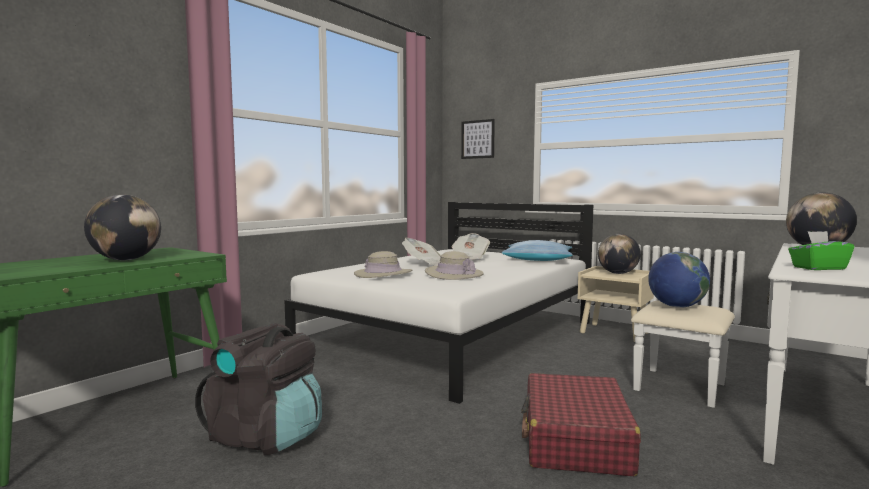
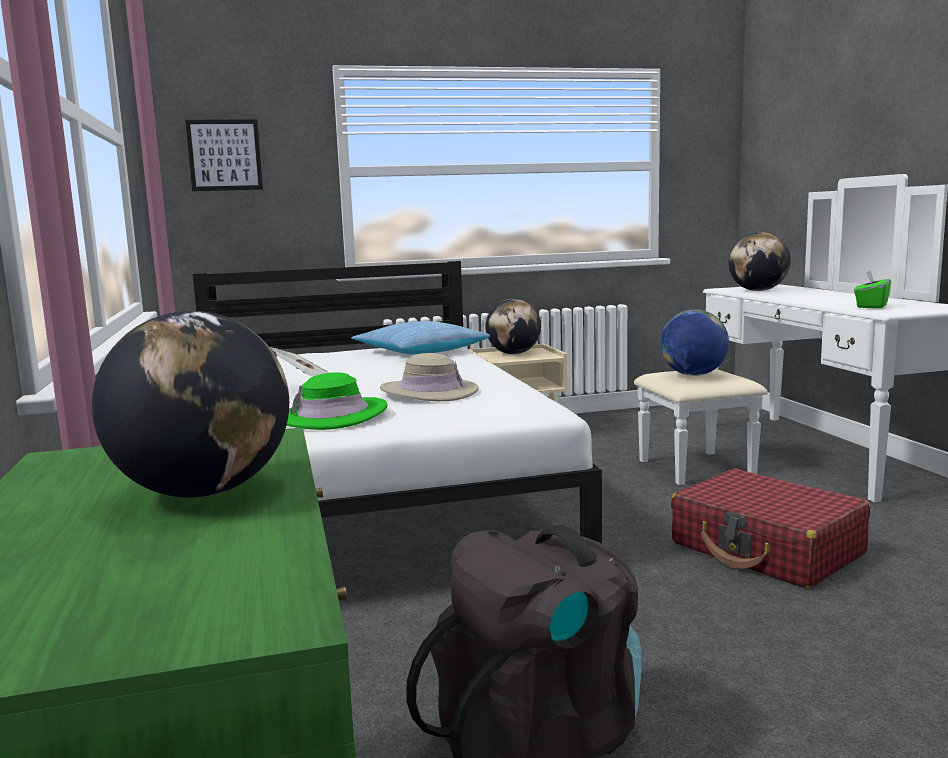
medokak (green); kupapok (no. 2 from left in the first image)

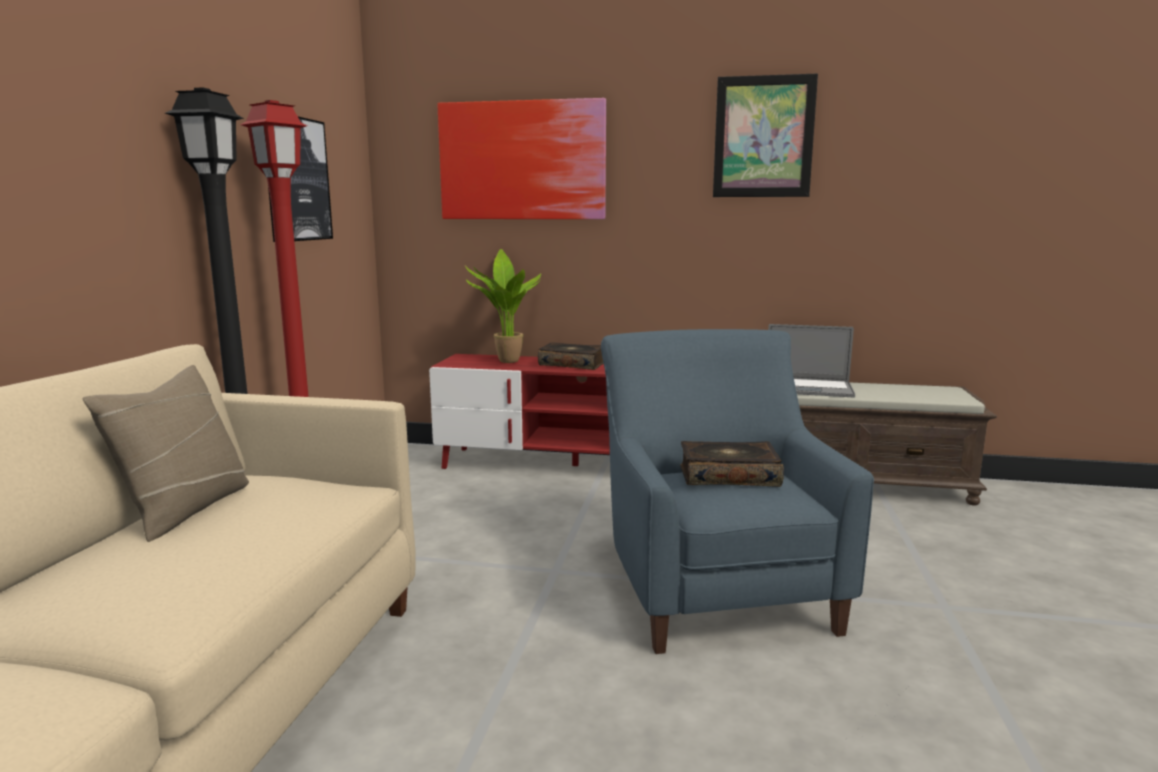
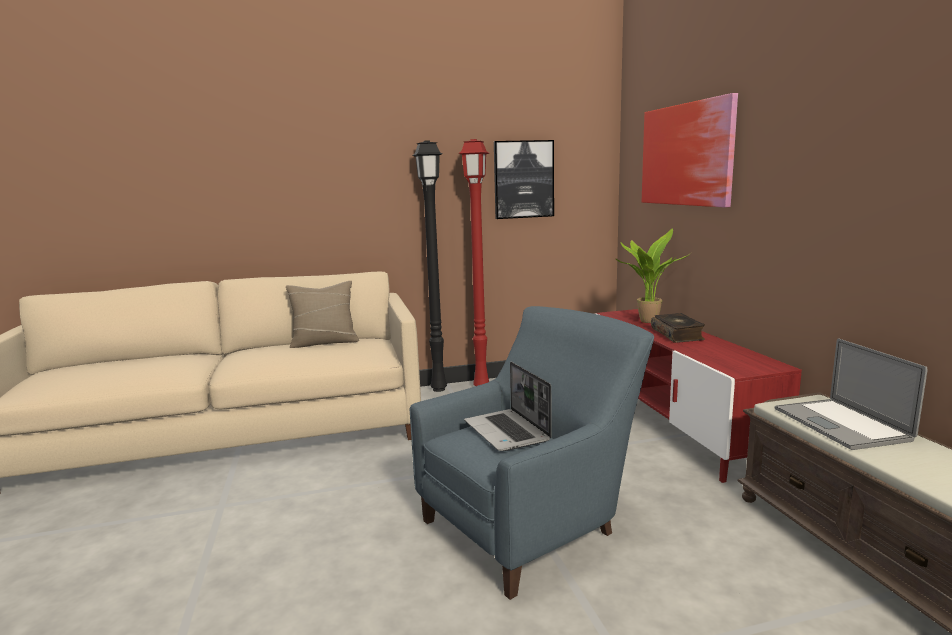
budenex (no. 1 from left); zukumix (no. 3 from left in the first image)

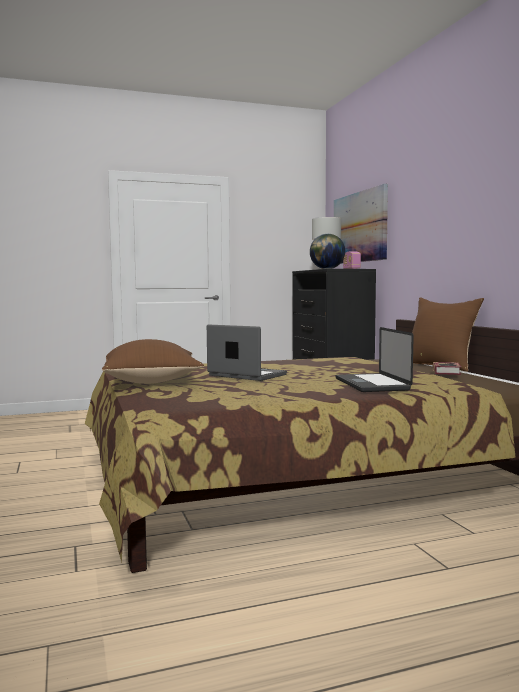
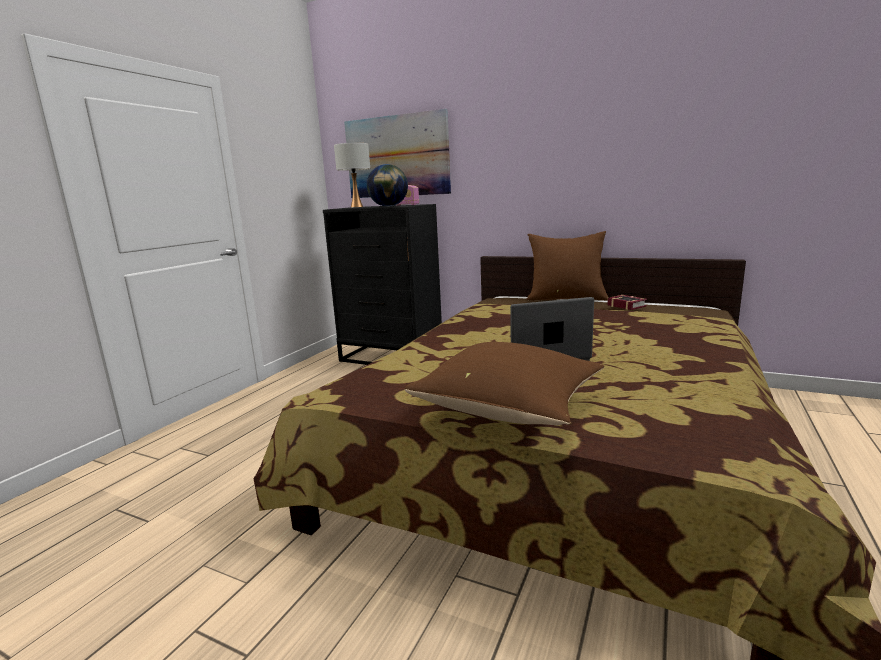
budenex (no. 2 from left in the first image)

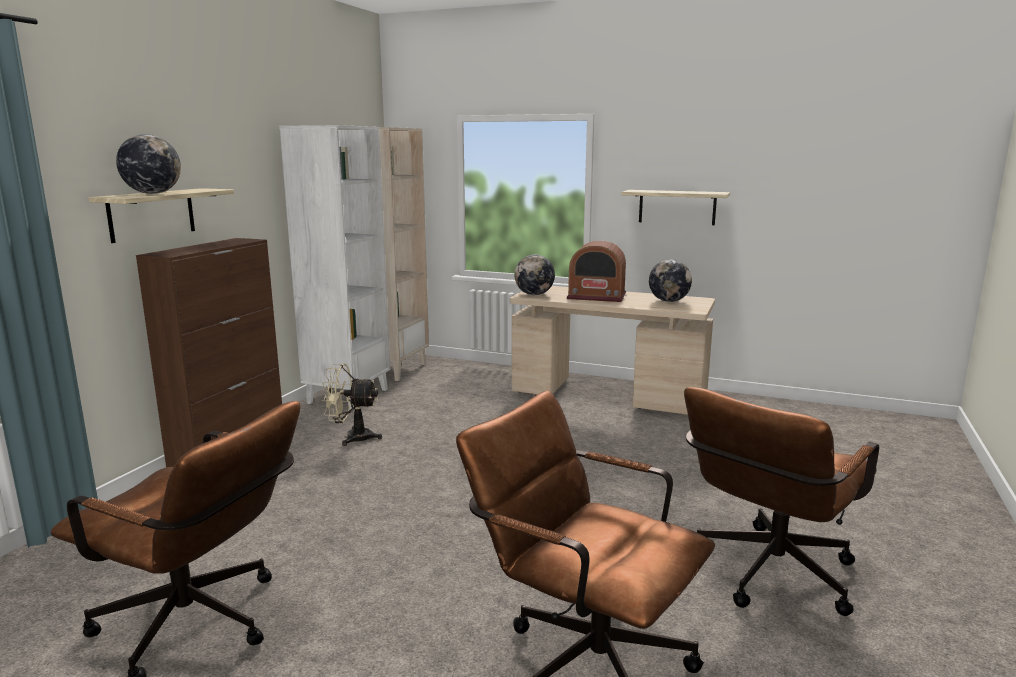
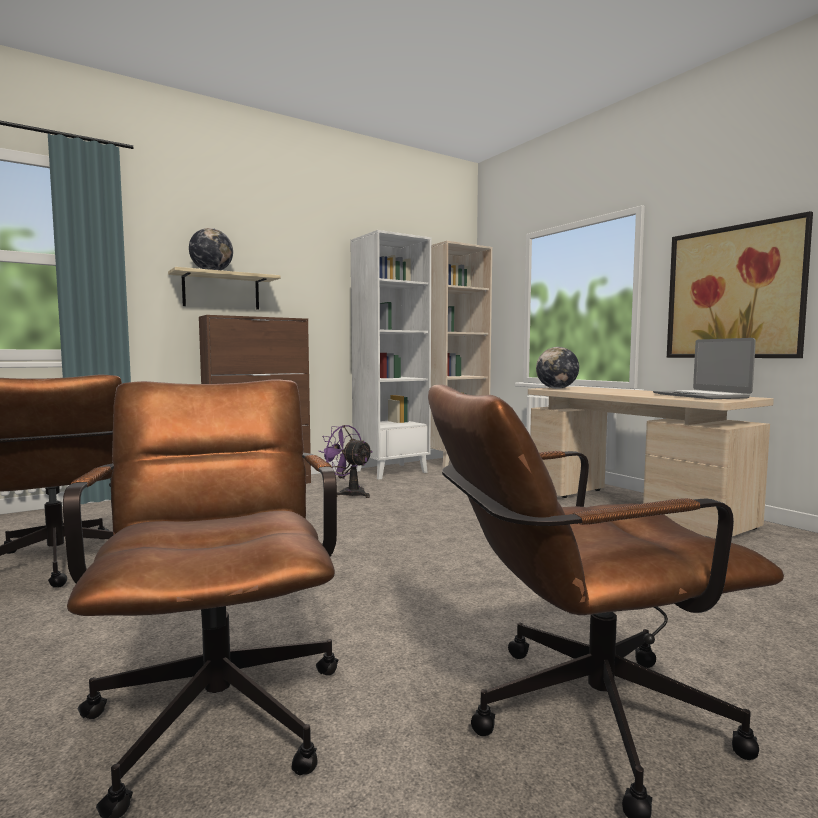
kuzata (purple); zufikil; zukumix; budenex

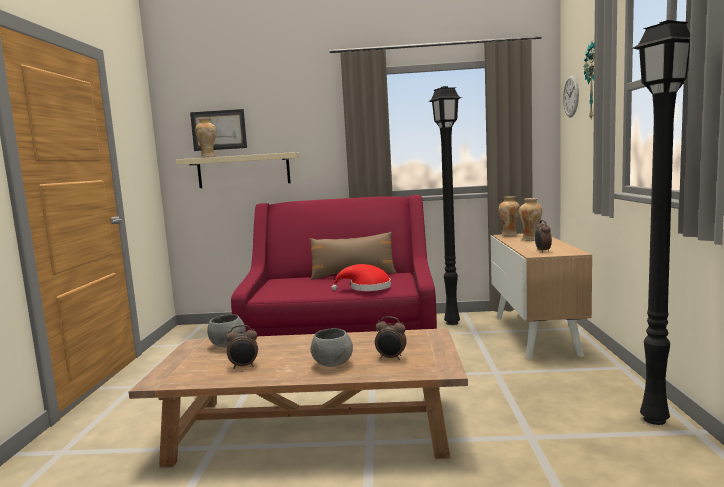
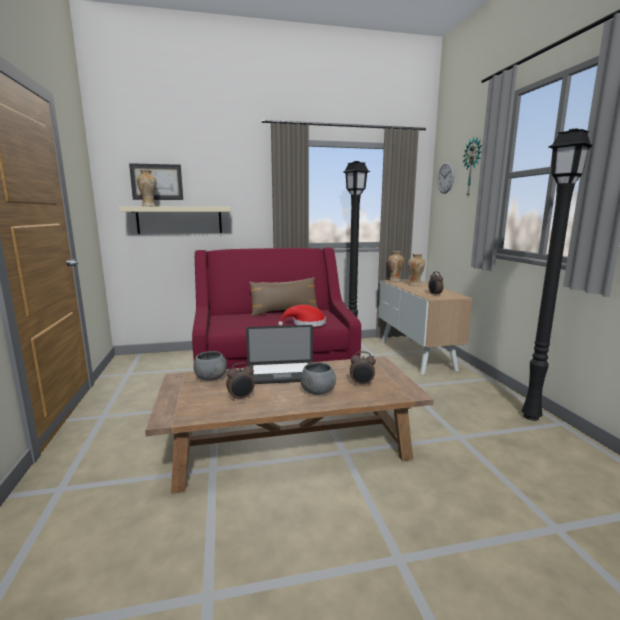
budenex

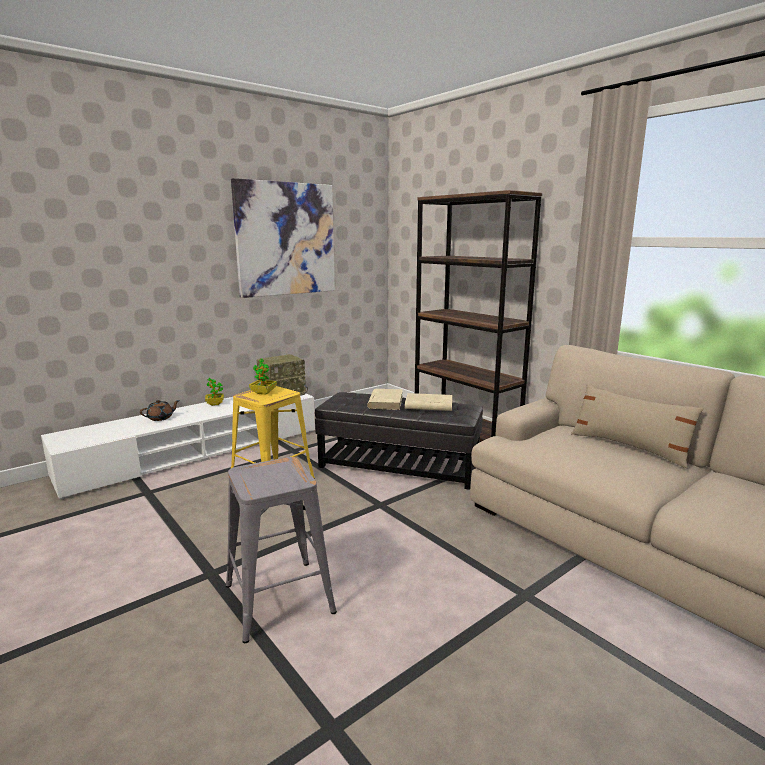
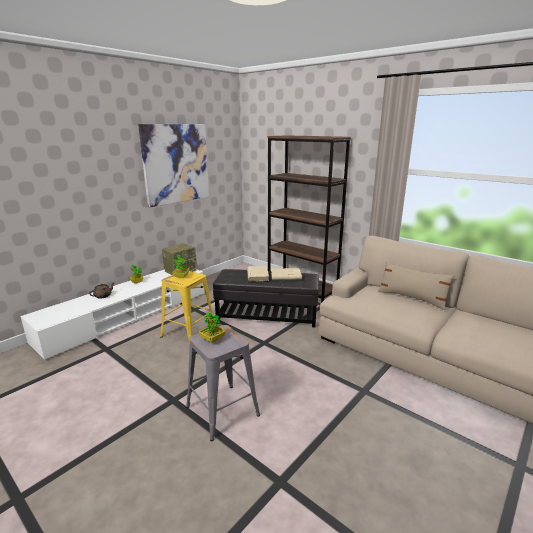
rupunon (no. 3 from left)

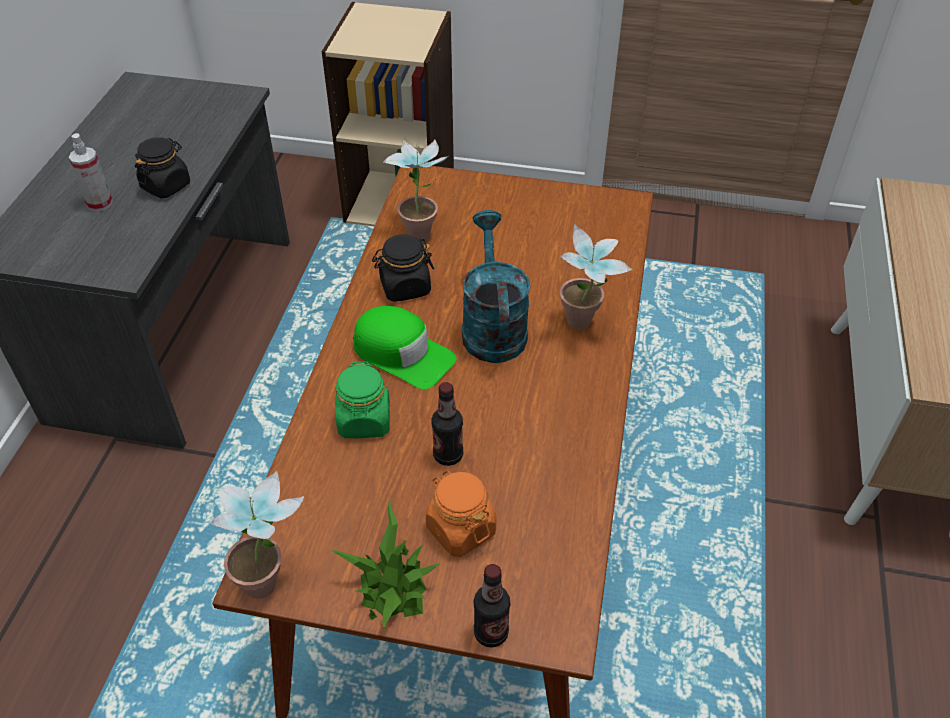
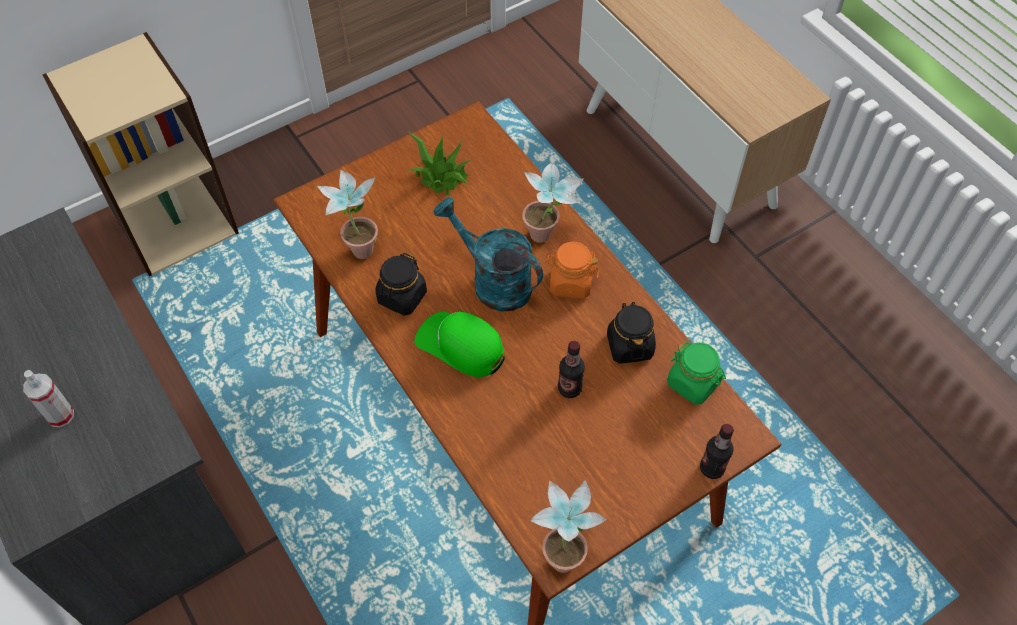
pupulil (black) (no. 2 from left); rupunon (no. 2 from left); pupulil (green); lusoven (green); pupulil (orange)

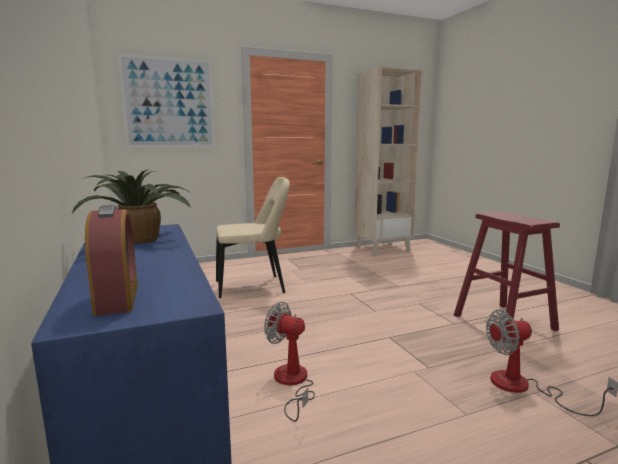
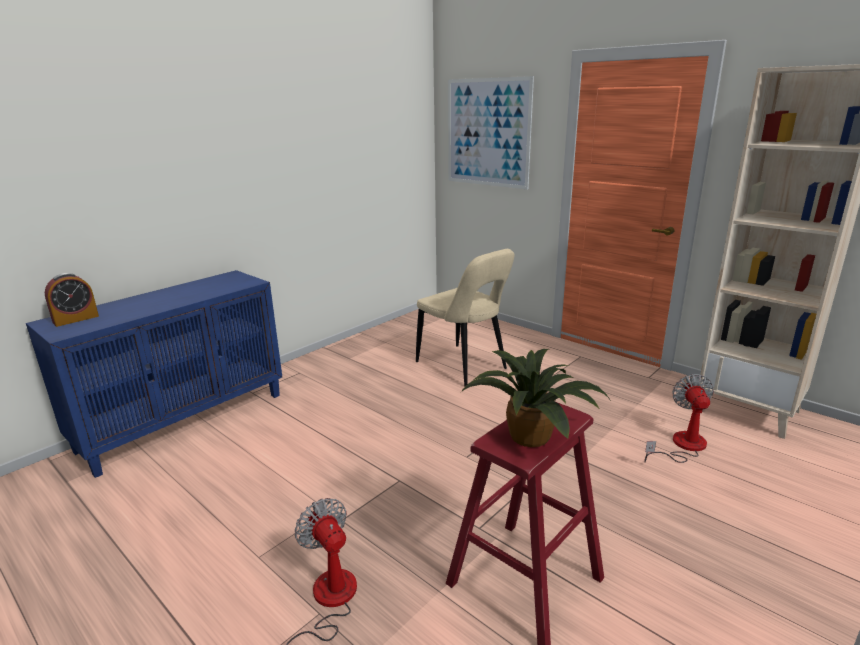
rupunon; kuzata (no. 2 from left)

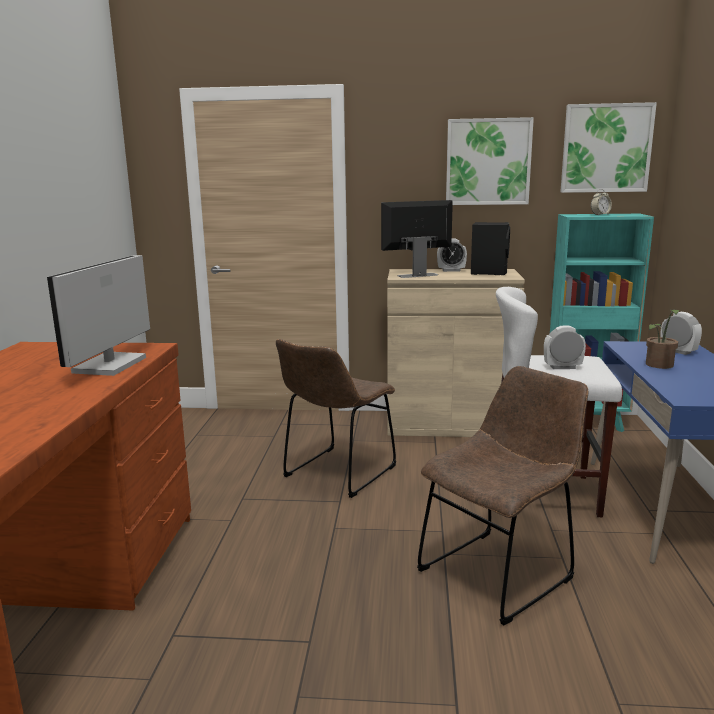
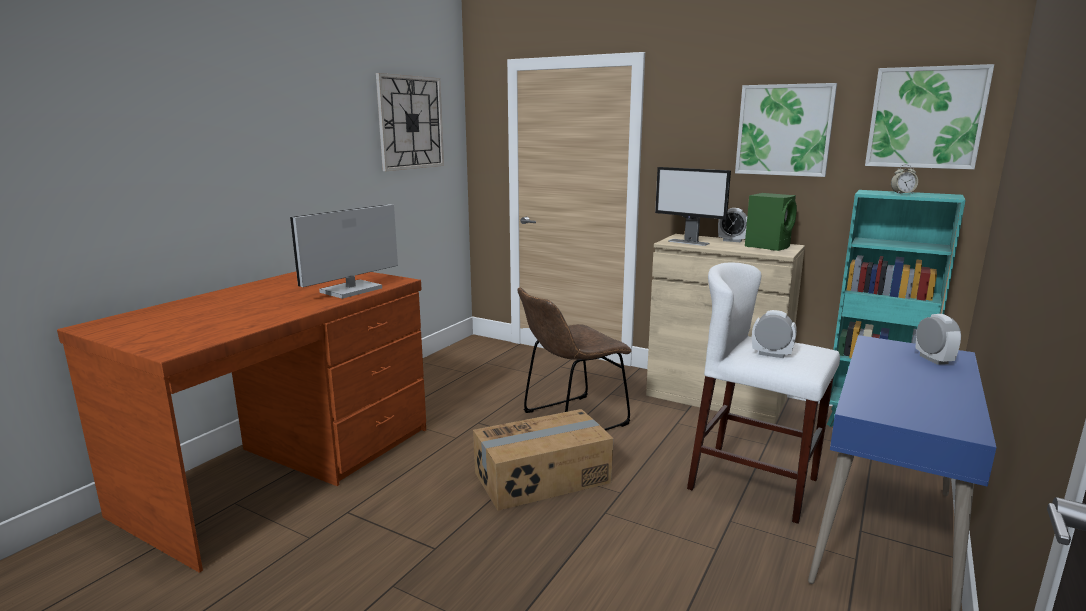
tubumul (no. 2 from left); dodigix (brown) (no. 2 from left in the first image); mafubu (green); rupunon; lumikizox; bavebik

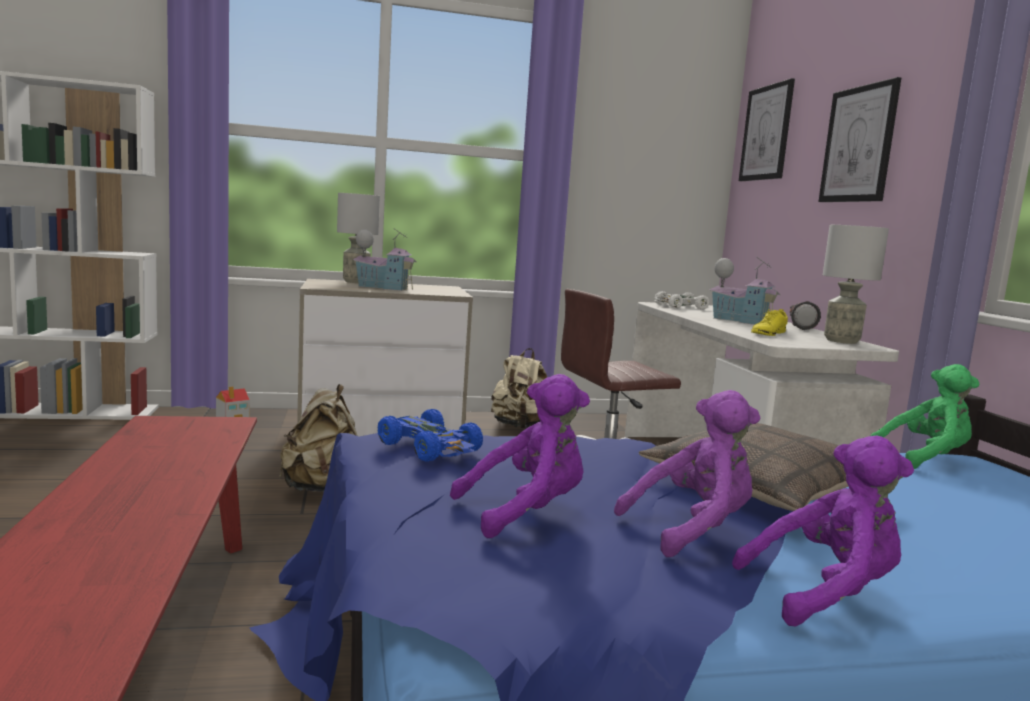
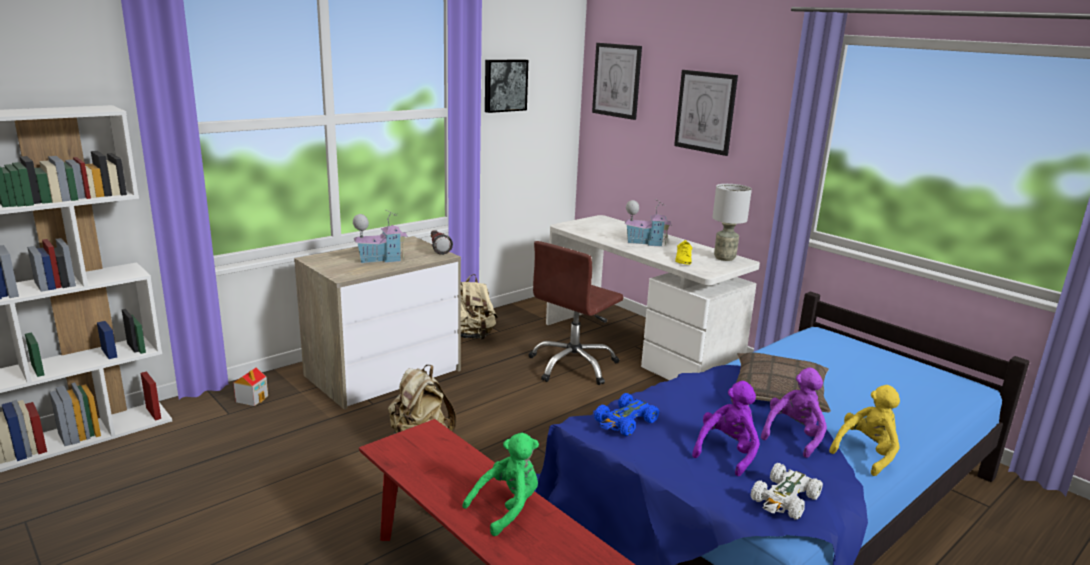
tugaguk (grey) (no. 1 from left in the first image); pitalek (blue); pitalek (white); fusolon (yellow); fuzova; fusolon (green); zukumix (no. 1 from left)

